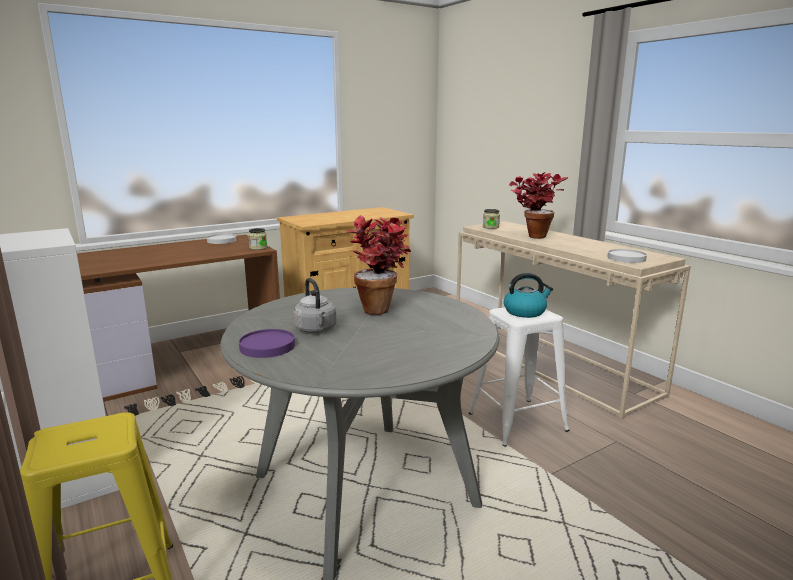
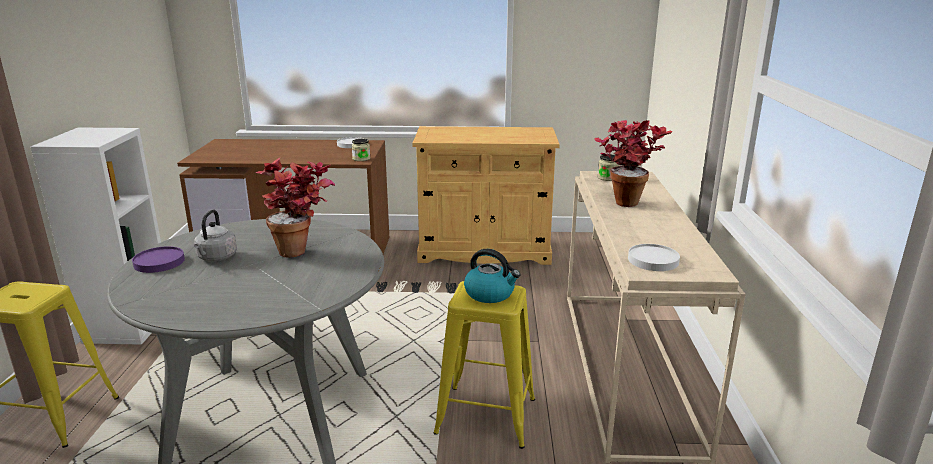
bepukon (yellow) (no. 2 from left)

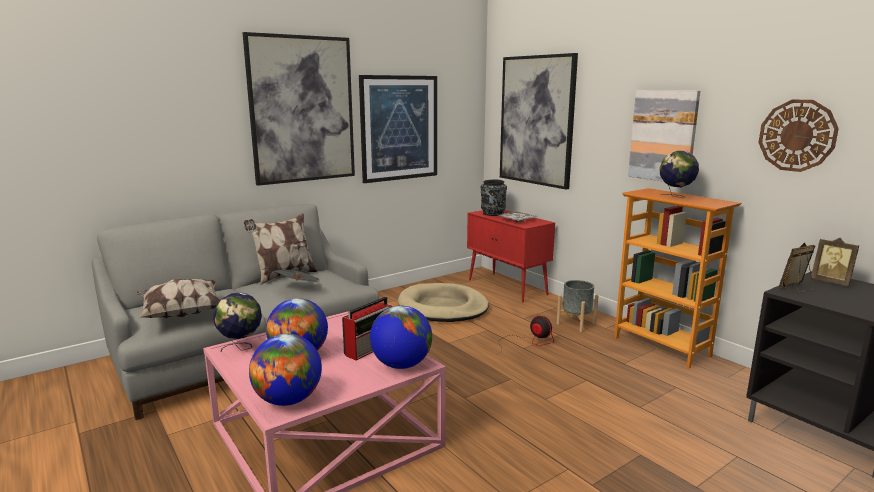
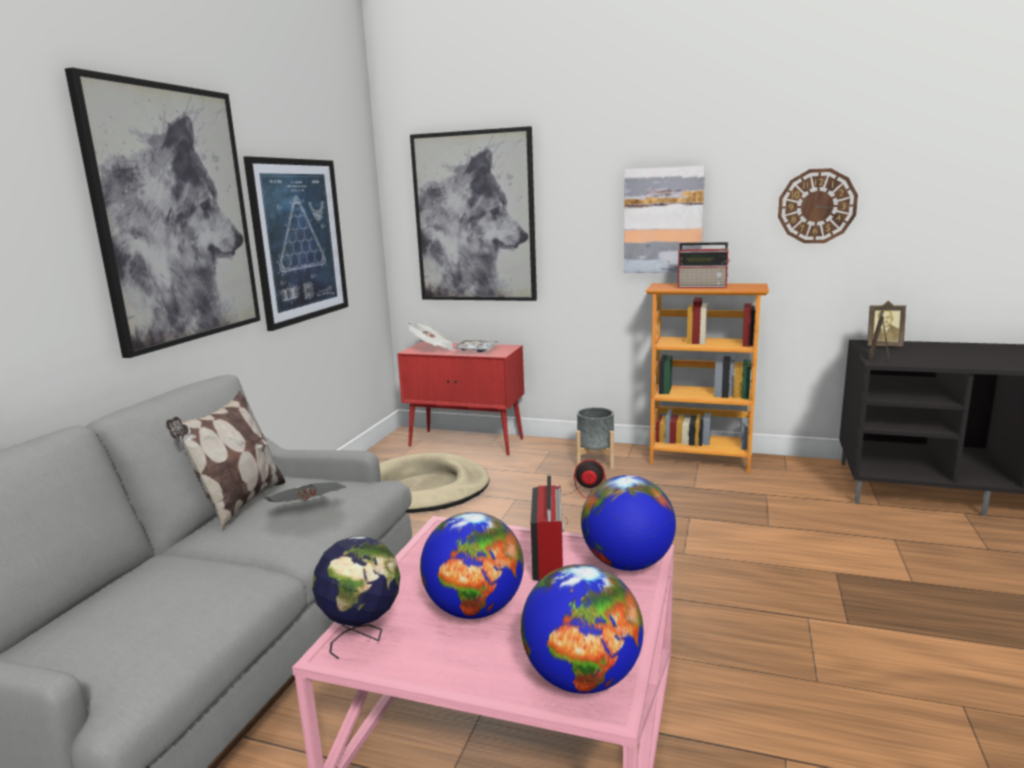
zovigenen (no. 1 from left in the first image); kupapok (no. 2 from left); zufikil (no. 2 from left)

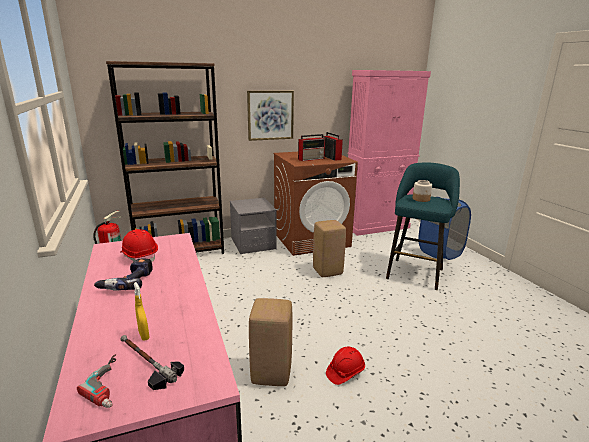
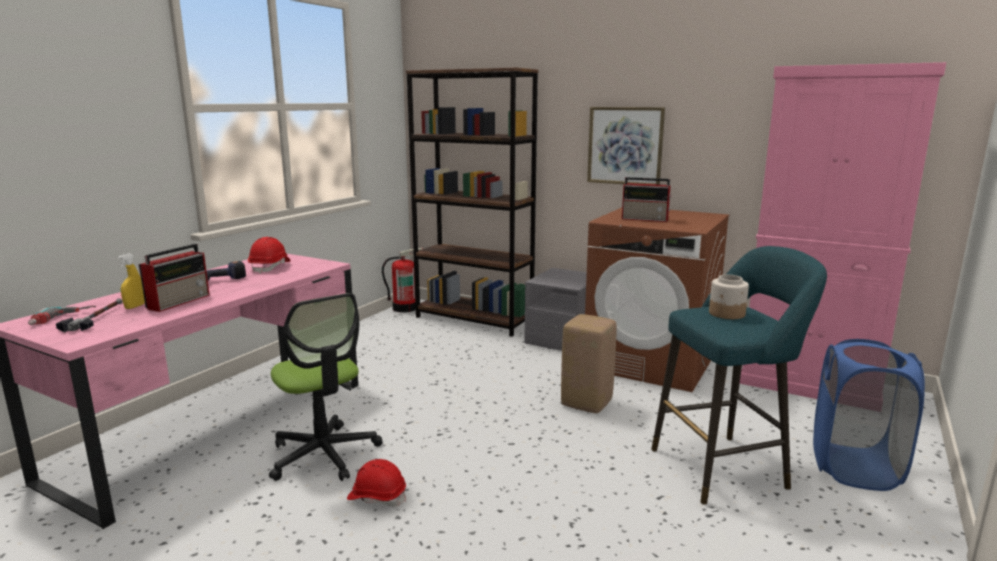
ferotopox; zufikil (no. 1 from left)

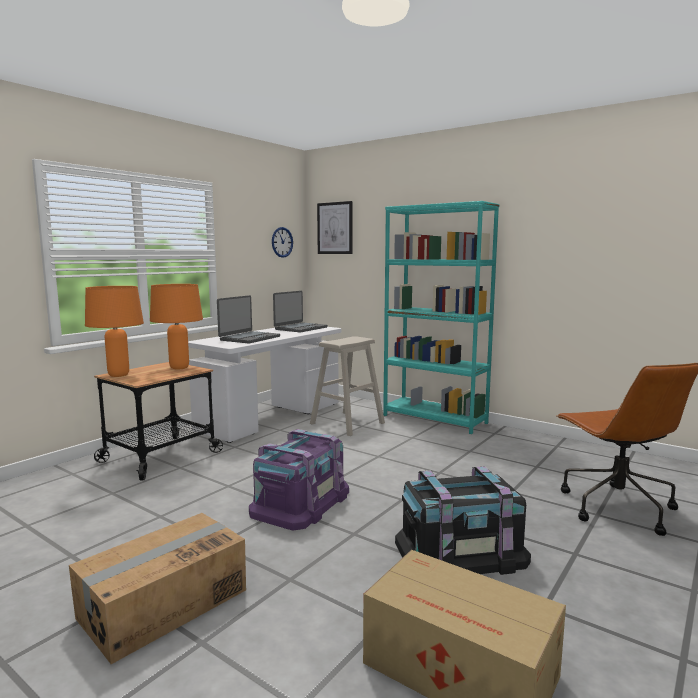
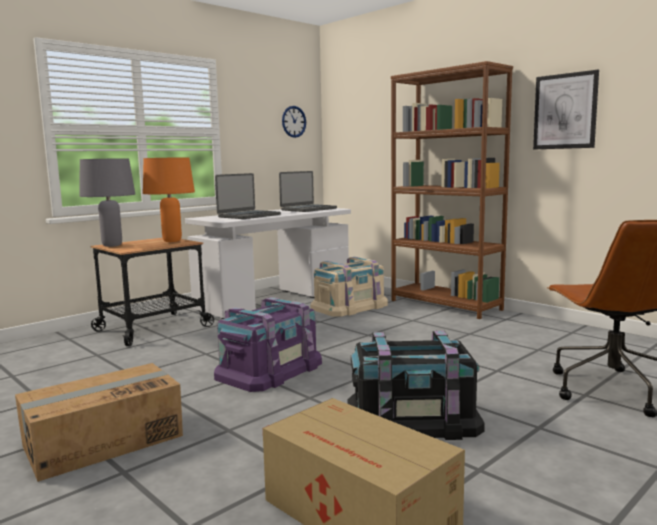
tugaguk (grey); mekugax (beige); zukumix; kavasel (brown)

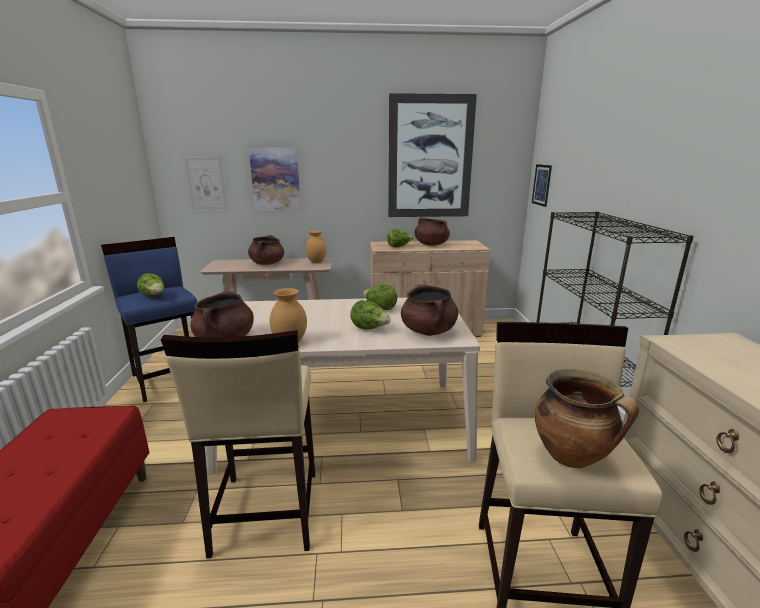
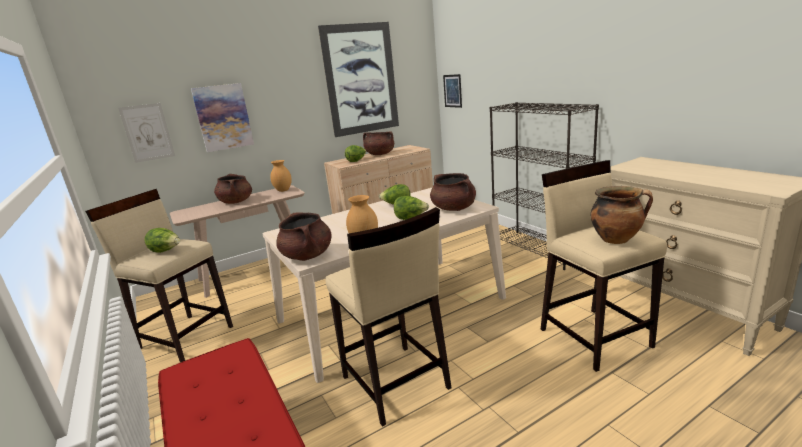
bepukon (beige) (no. 1 from left)

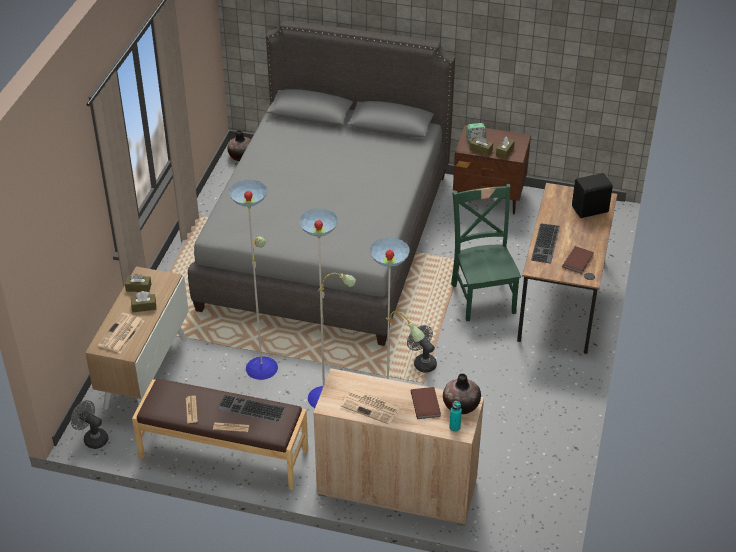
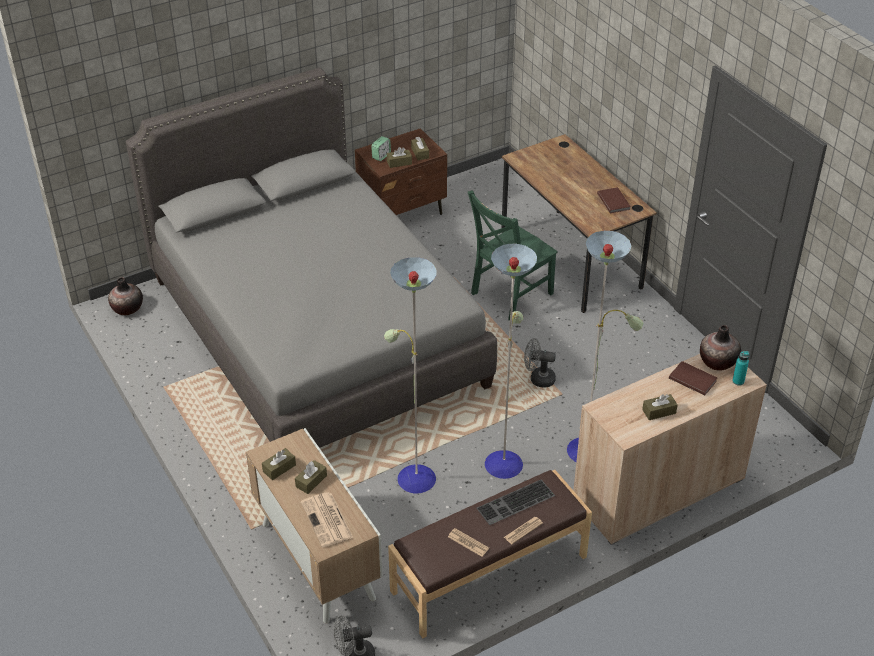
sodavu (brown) (no. 5 from left); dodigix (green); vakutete (no. 2 from left in the first image); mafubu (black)

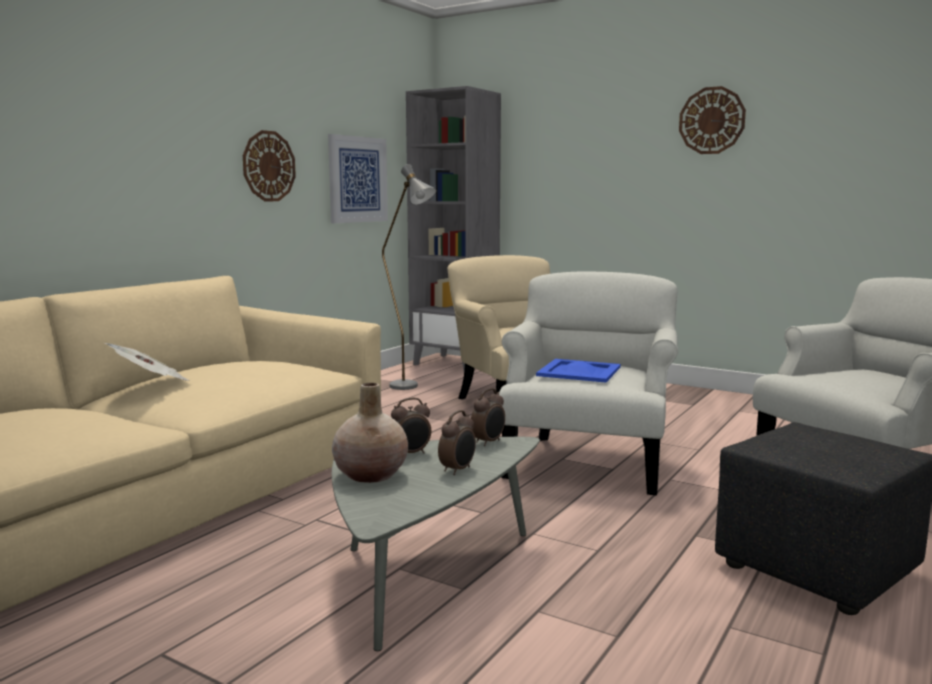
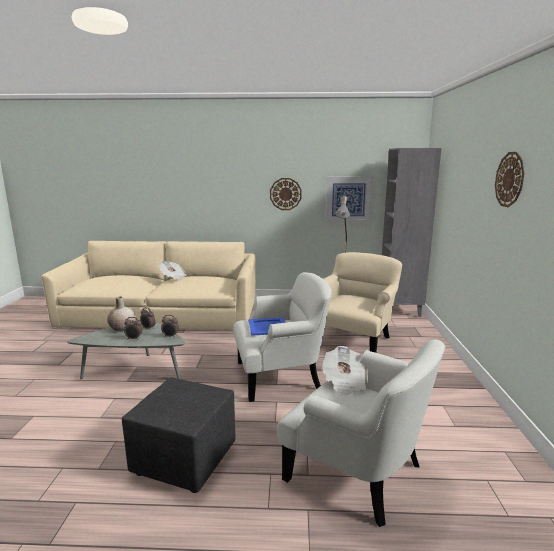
kupapok (no. 2 from left)

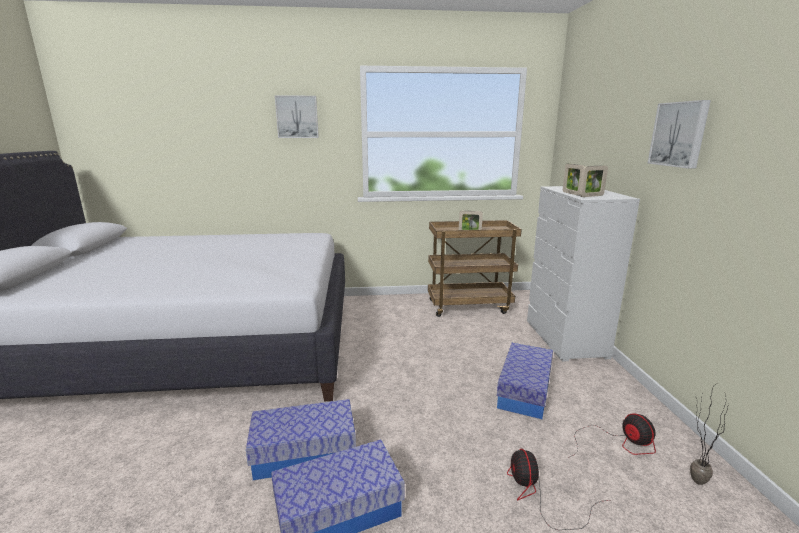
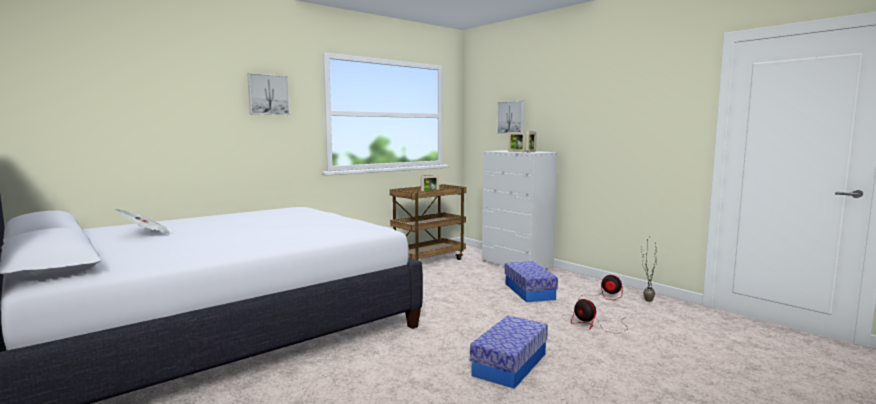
mekugax (no. 1 from left in the first image); zukumix (no. 2 from left); kupapok

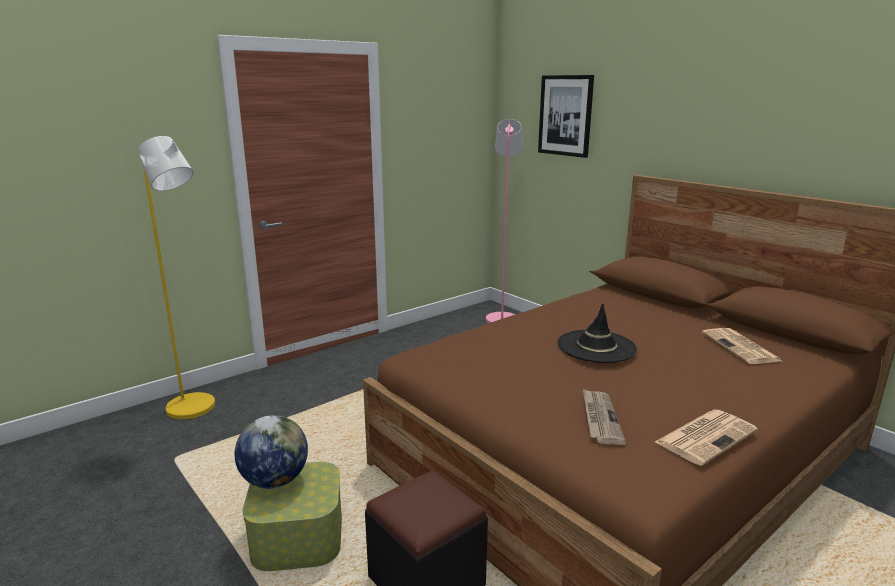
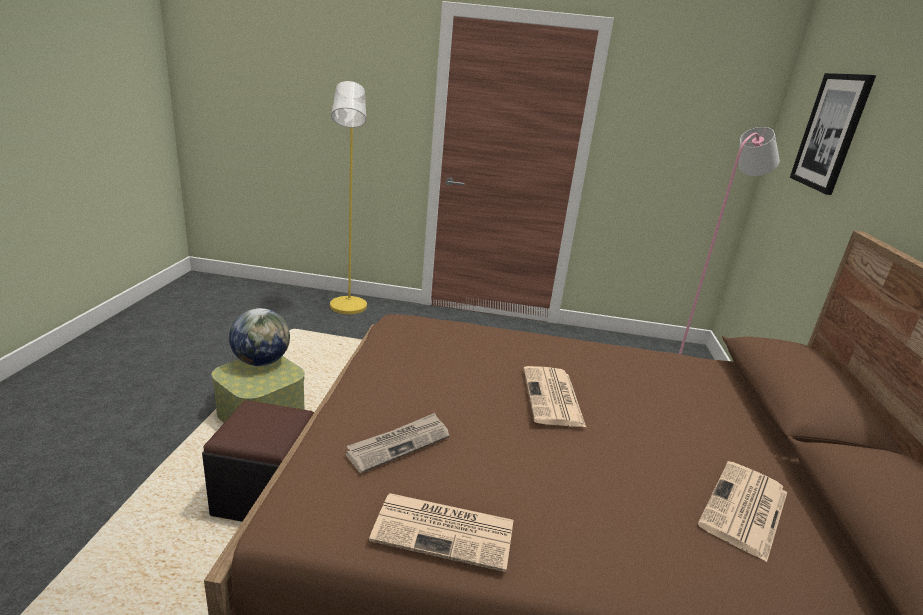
kupapok (no. 3 from left)

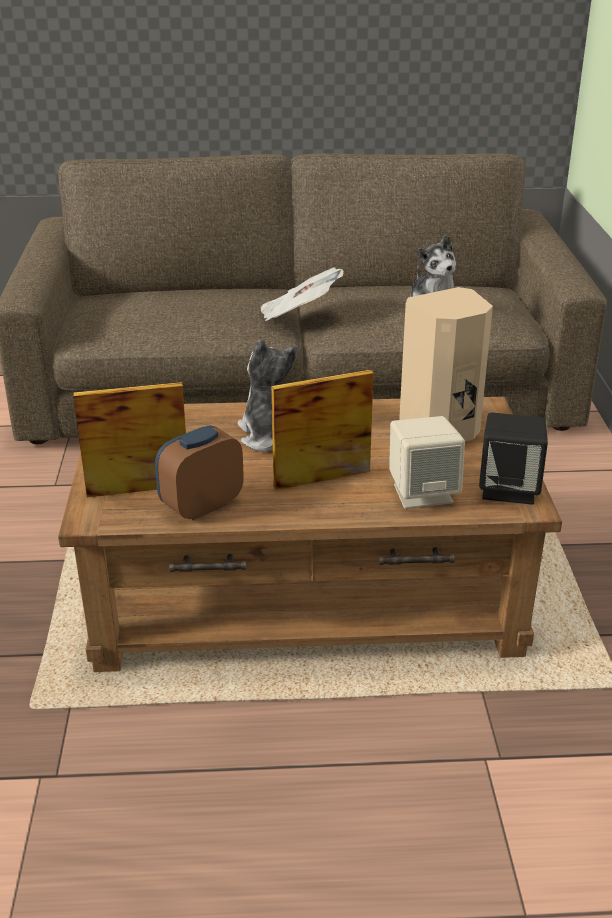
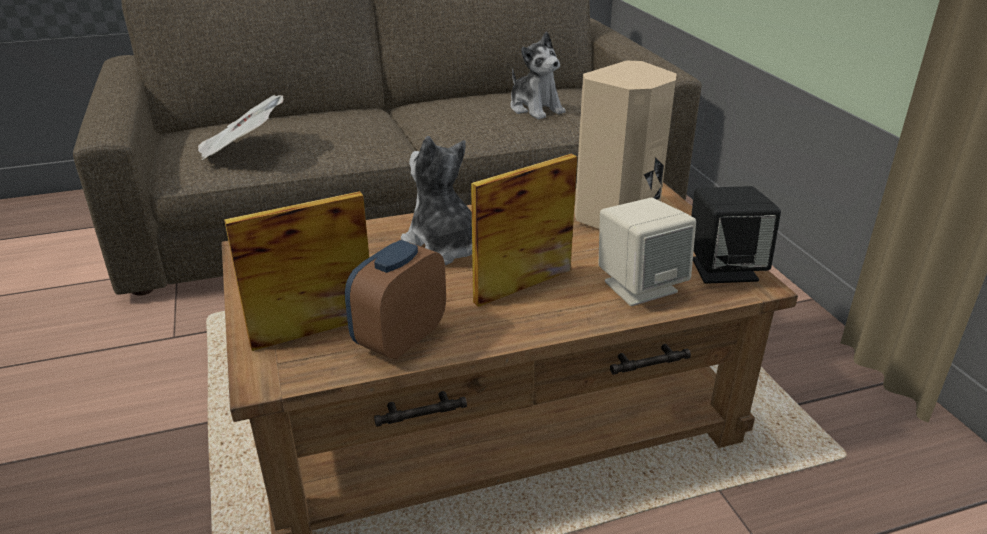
kupapok

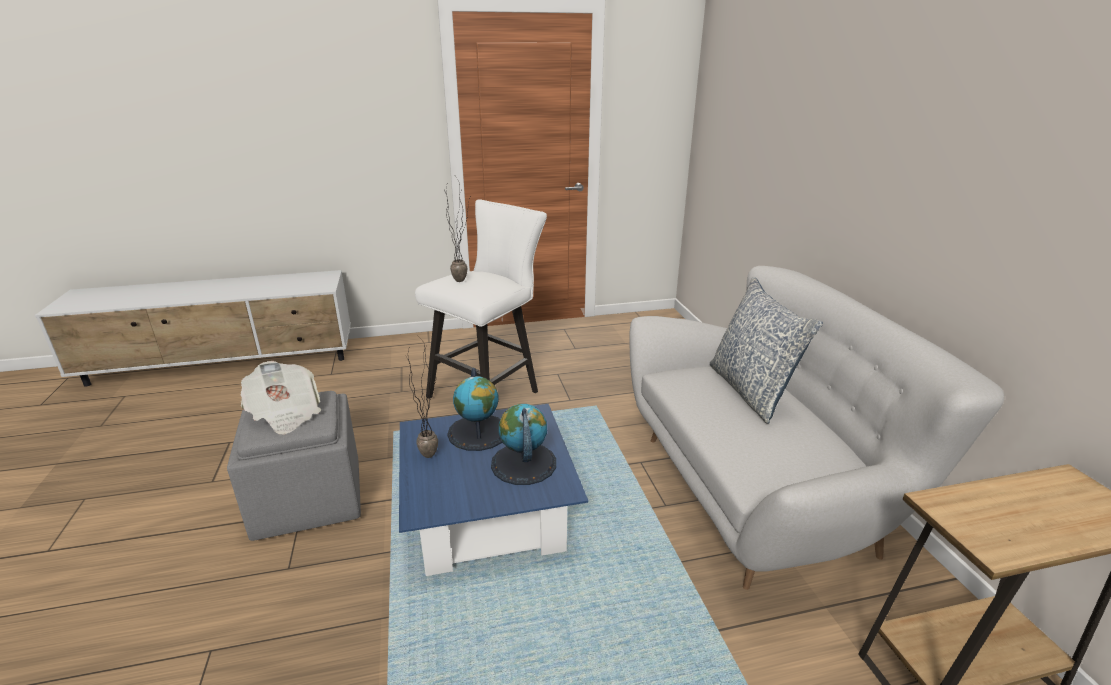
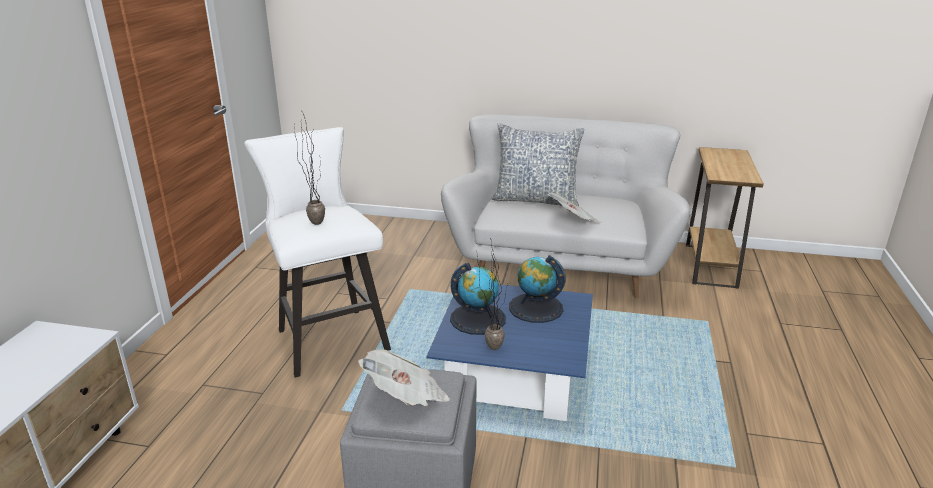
kupapok (no. 2 from left)

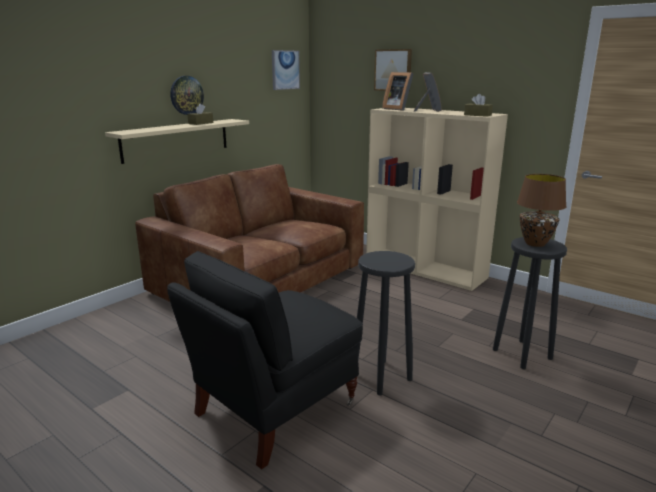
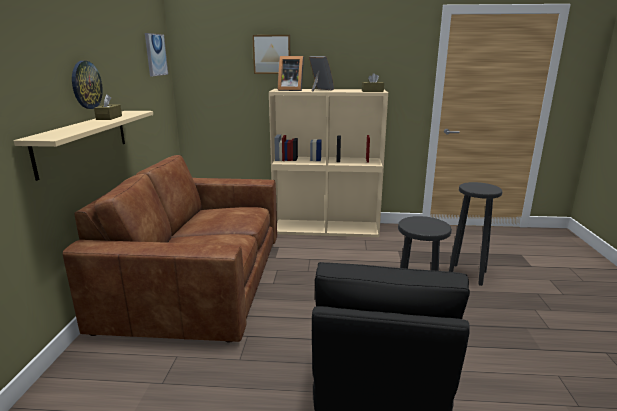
tugaguk (brown)

